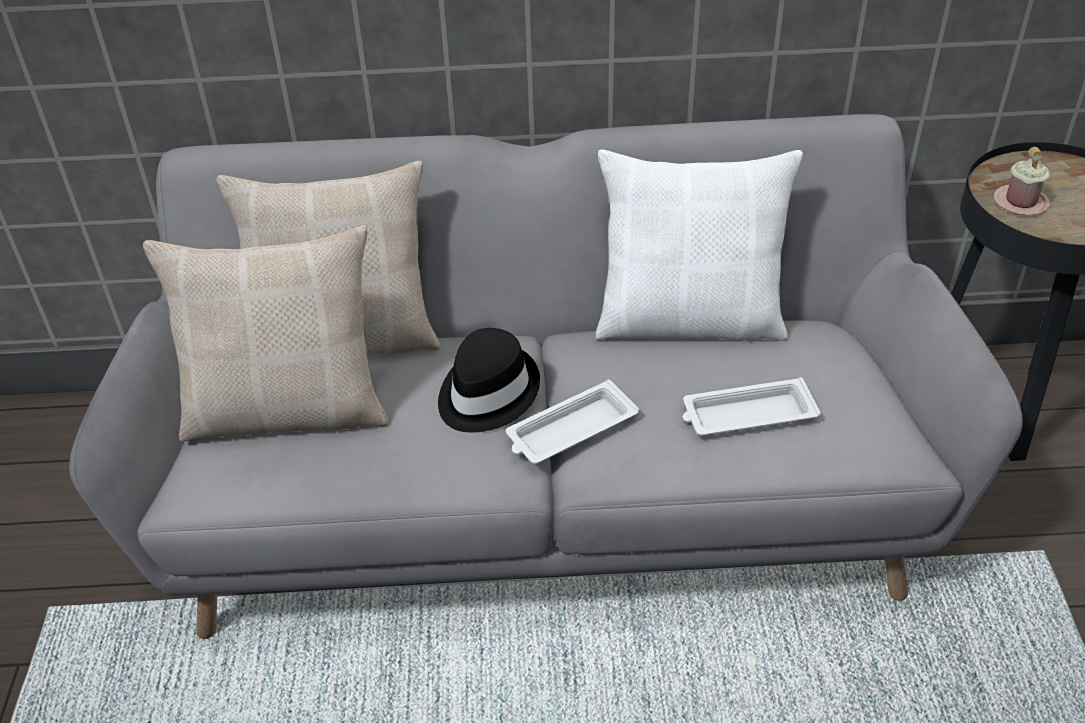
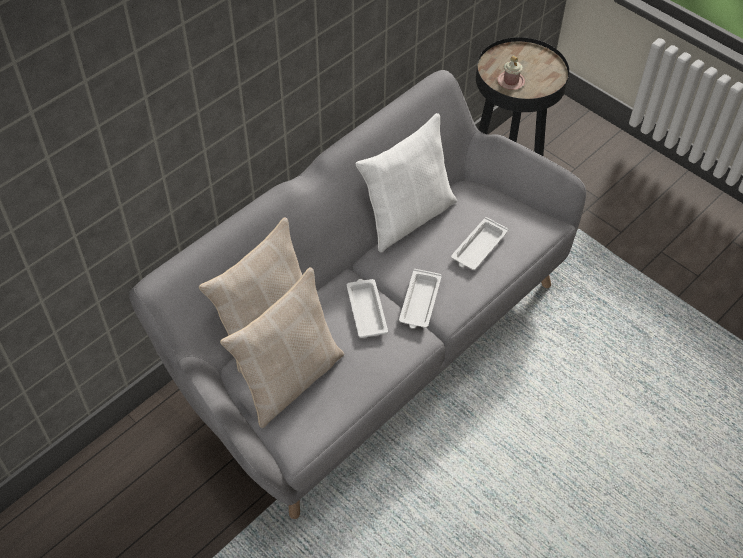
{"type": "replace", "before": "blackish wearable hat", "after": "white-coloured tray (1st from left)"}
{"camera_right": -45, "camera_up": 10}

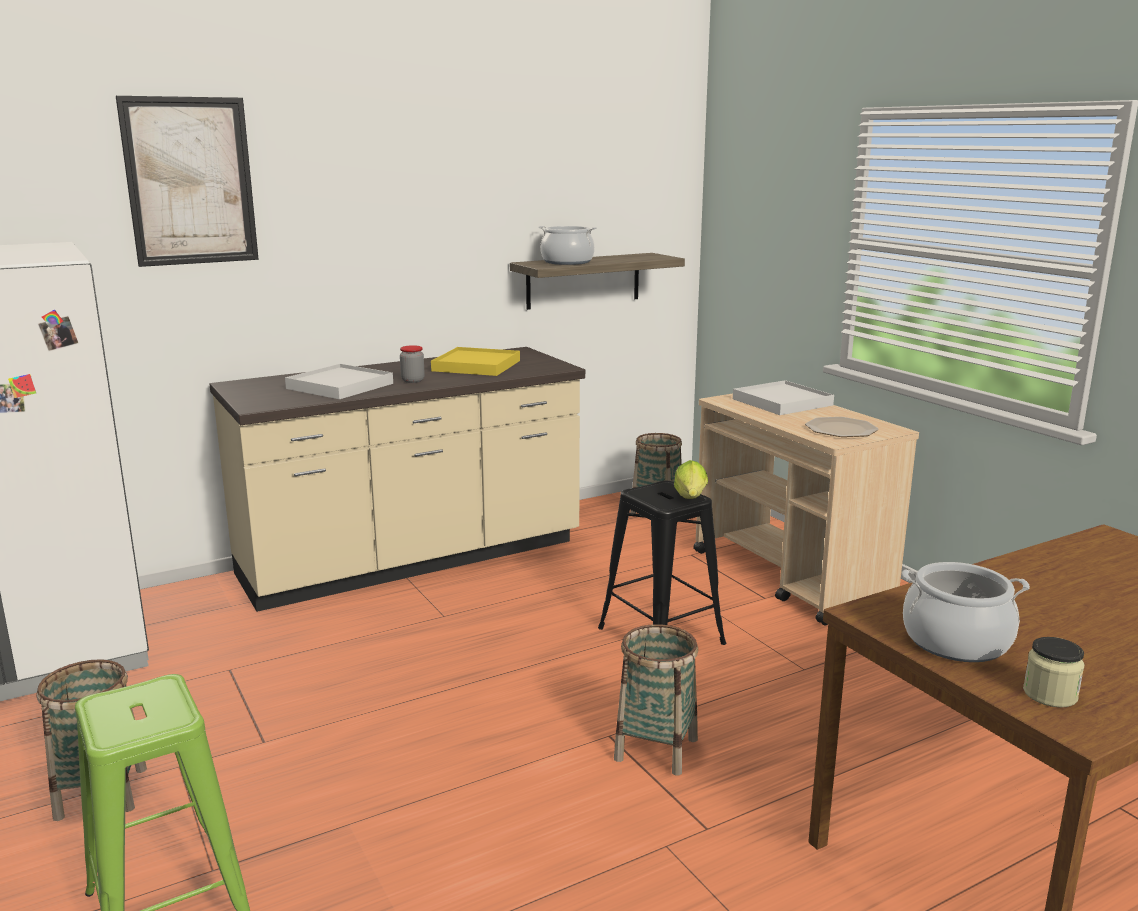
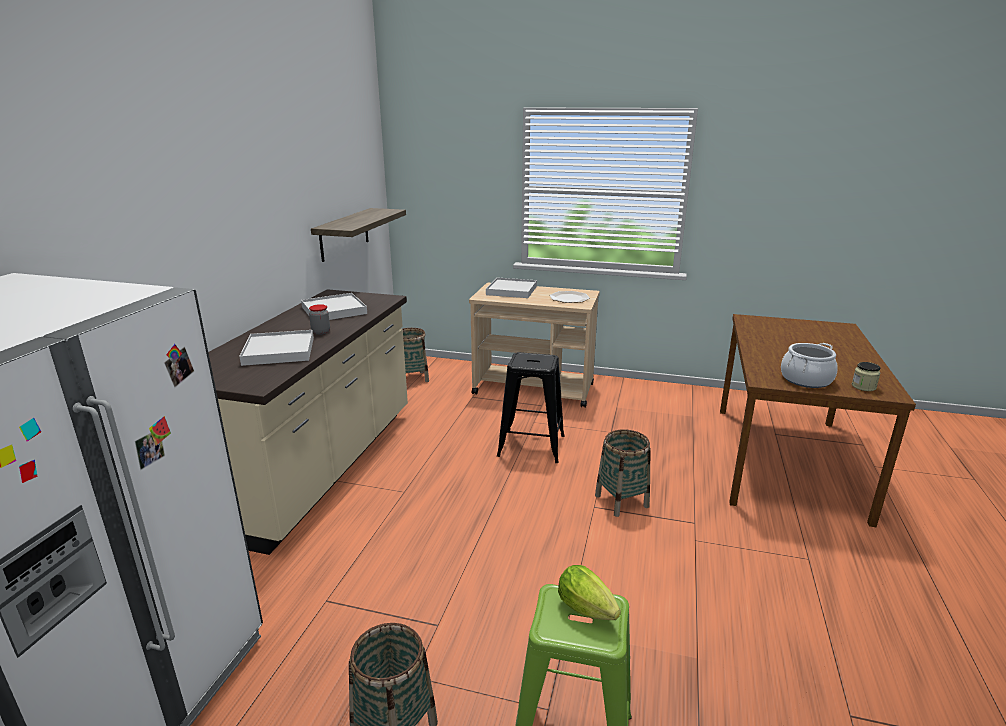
{"type": "delete", "before": "picture"}
{"type": "delete", "before": "cooking pot (1st from left)"}
{"type": "recolor", "before": "yellow-coloured tray", "after": "white-coloured tray (2nd from left)"}
{"type": "move", "before": "lettuce"}
{"camera_right": -45, "camera_up": 5}

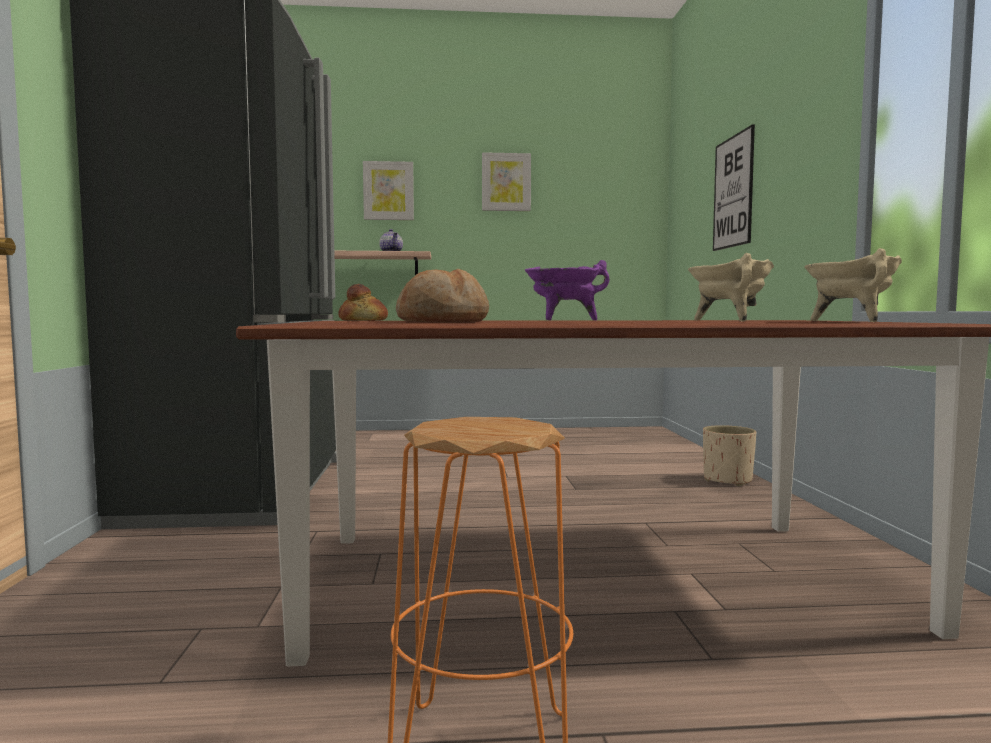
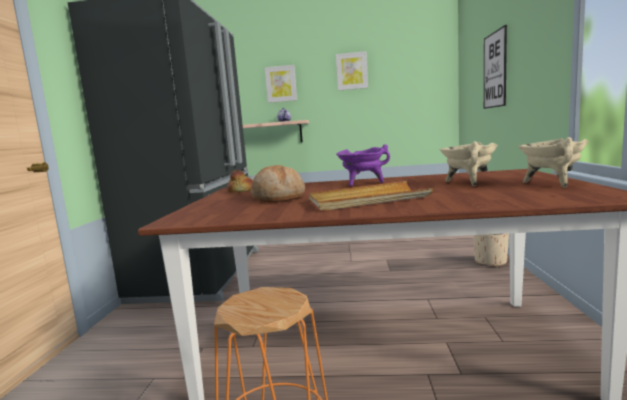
{"type": "insert", "after": "beige-coloured tray"}
{"camera_right": 10, "camera_up": 5}

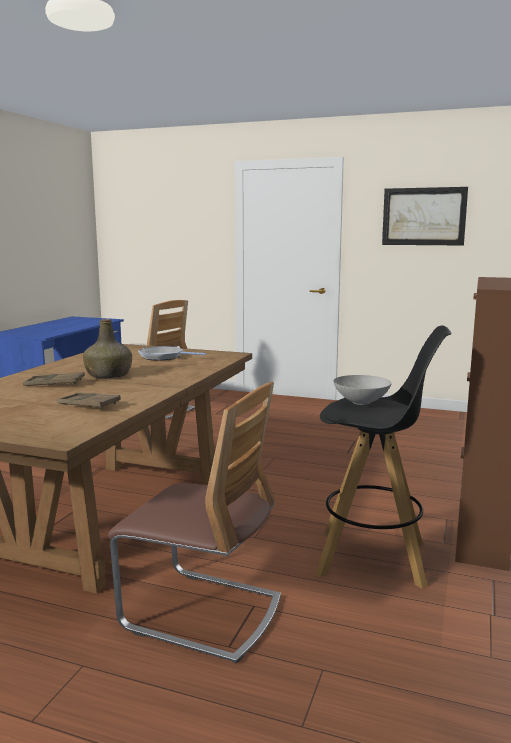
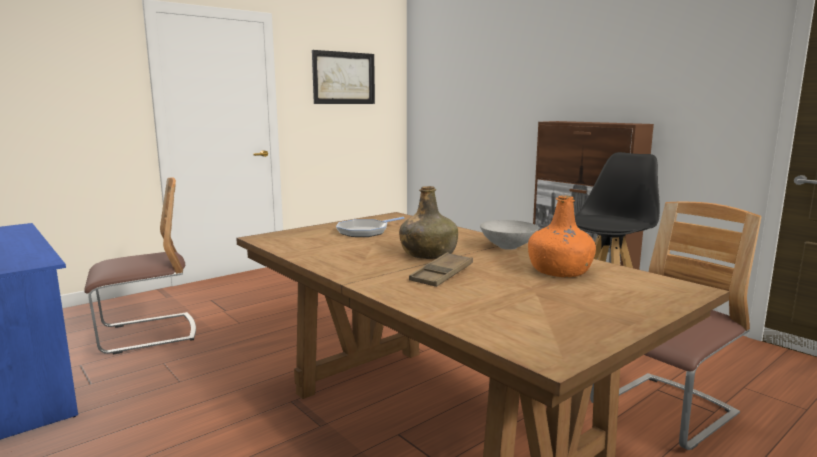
{"type": "move", "before": "grey bowl"}
{"type": "replace", "before": "brown tray (2nd from left)", "after": "orangey drink bottle"}
{"camera_right": -60, "camera_up": 0}

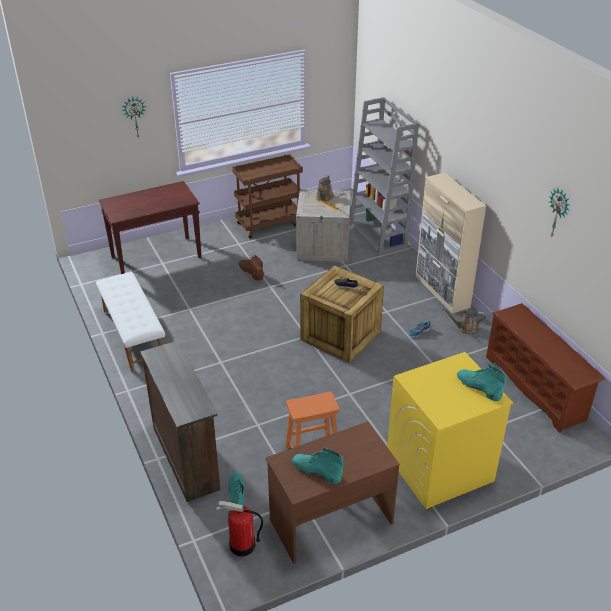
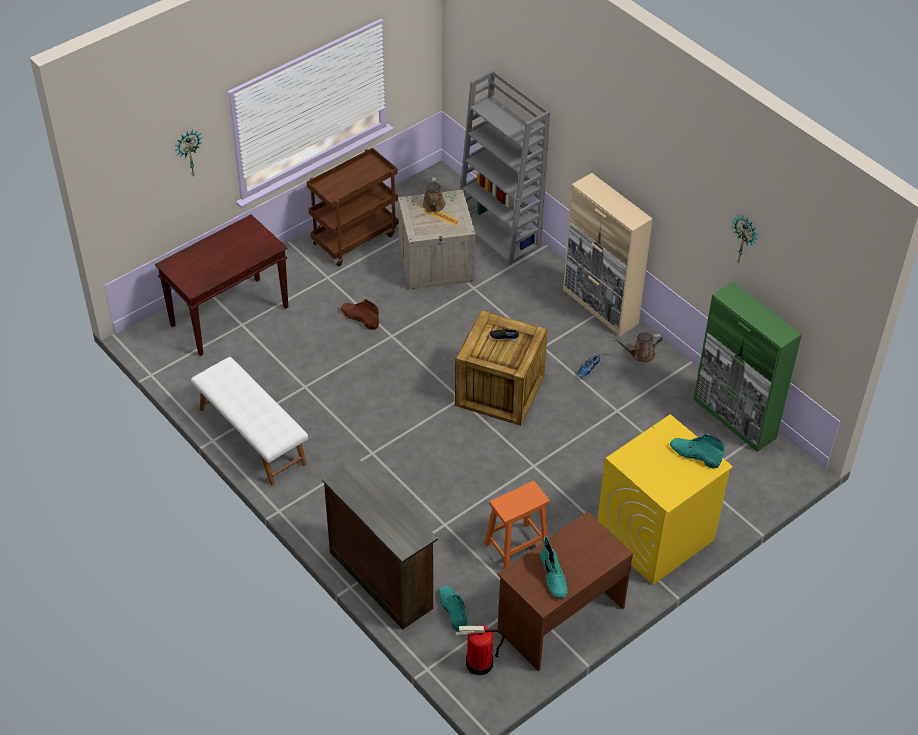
{"type": "replace", "before": "brown shoe rack", "after": "green cupboard"}
{"type": "rotate", "before": "turquoise boot (2nd from left)", "turn": -120}
{"camera_right": -15, "camera_up": 10}

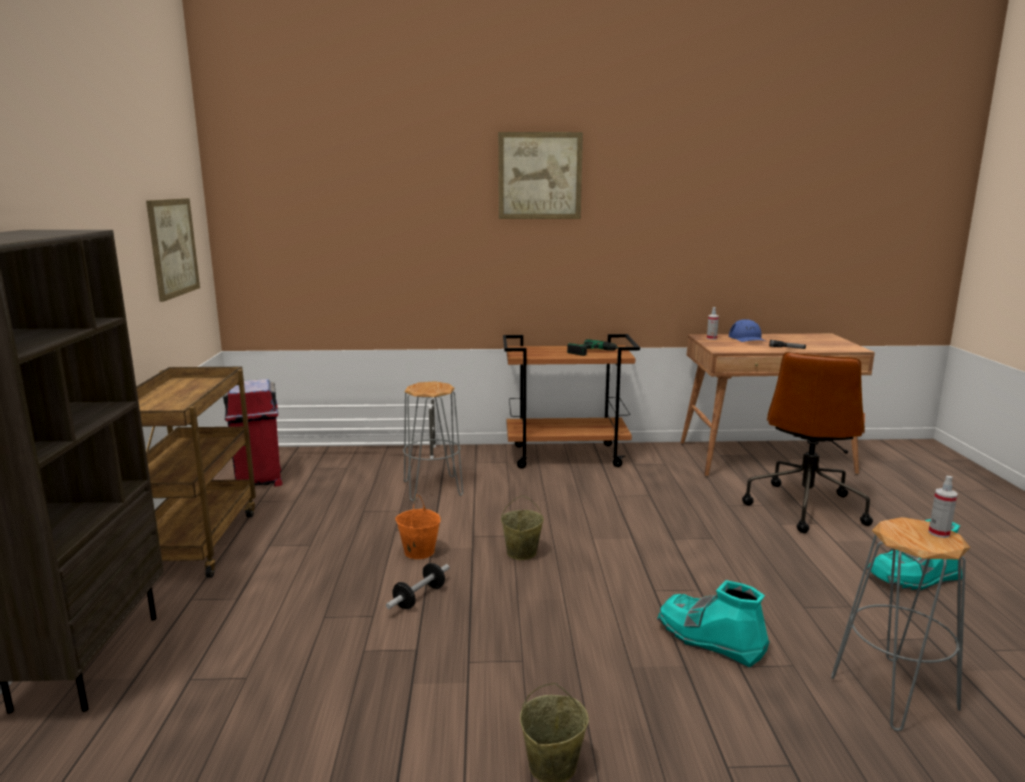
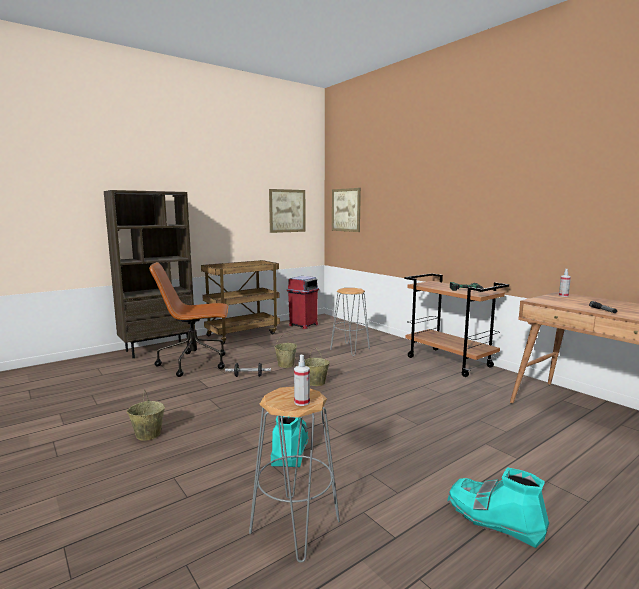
{"type": "move", "before": "picture (2nd from left)"}
{"type": "delete", "before": "blue baseball cap"}
{"type": "move", "before": "brown desk chair"}
{"type": "delete", "before": "white-coloured shoe rack"}
{"type": "recolor", "before": "orangey bucket", "after": "beige-coloured bucket (2nd from left)"}
{"camera_right": 55, "camera_up": -5}

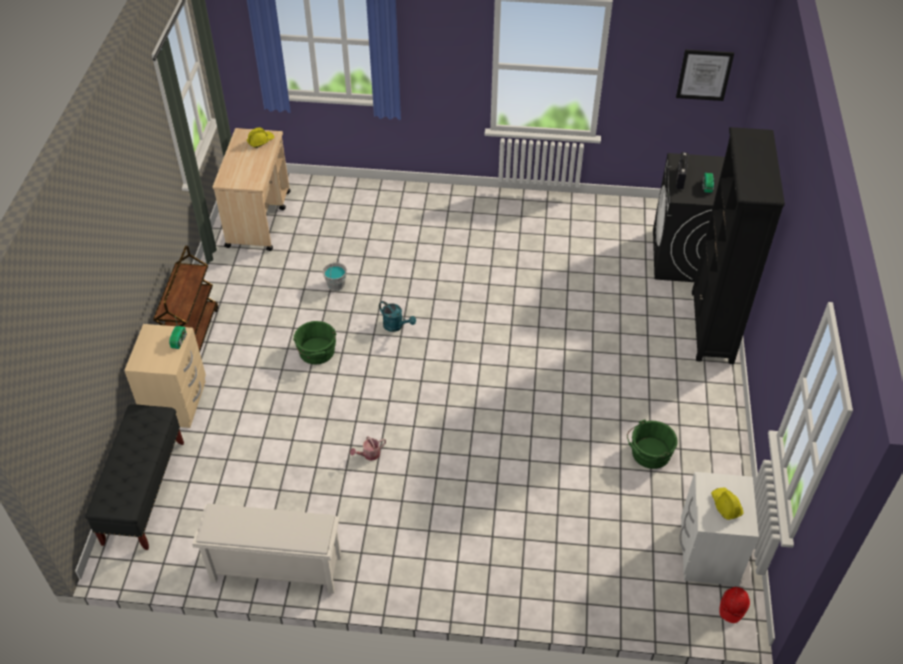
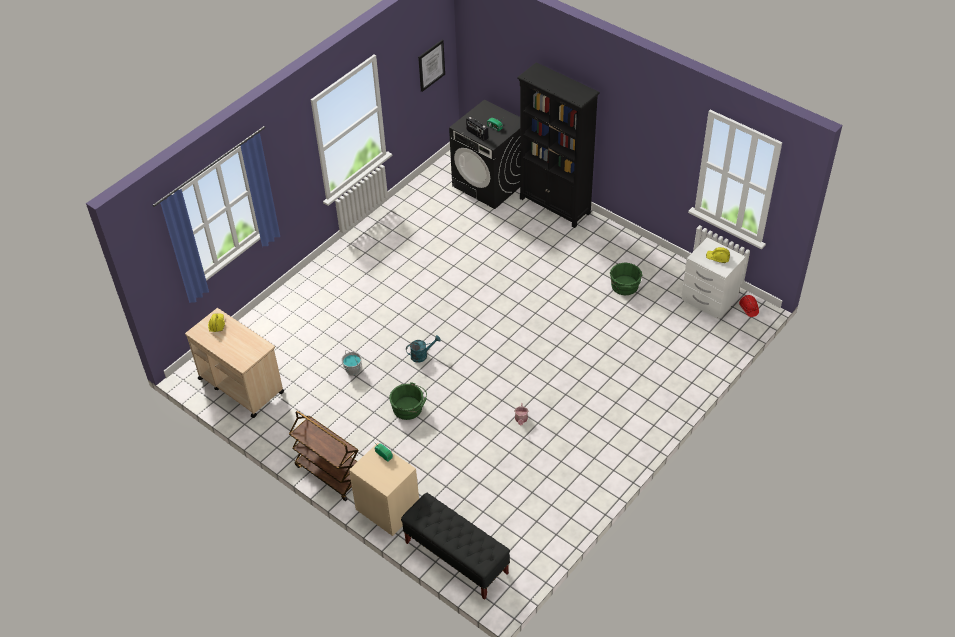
{"type": "delete", "before": "white-coloured shoe rack"}
{"camera_right": -55, "camera_up": 0}

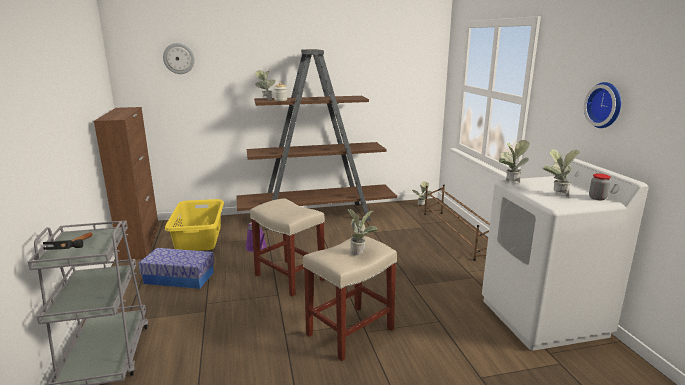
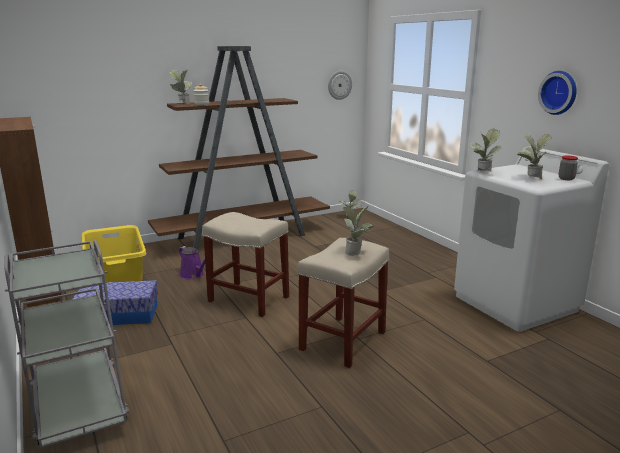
{"type": "move", "before": "wall clock (1st from left)"}
{"type": "delete", "before": "brown shoe rack"}
{"type": "delete", "before": "tool hammer"}
{"camera_right": -15, "camera_up": 0}

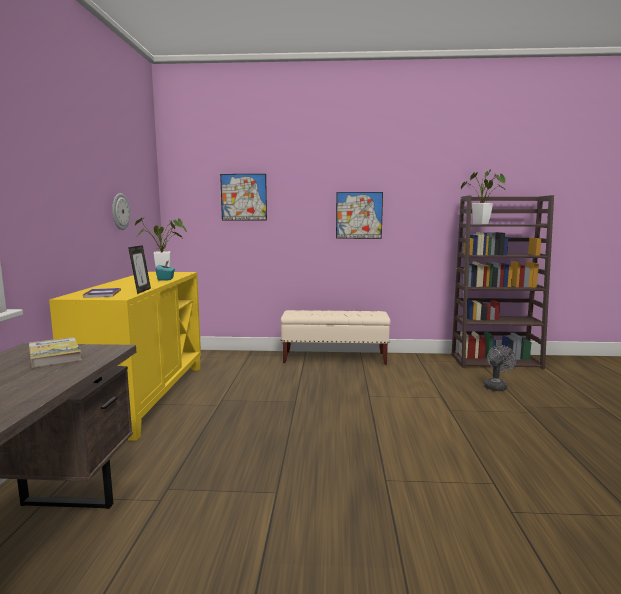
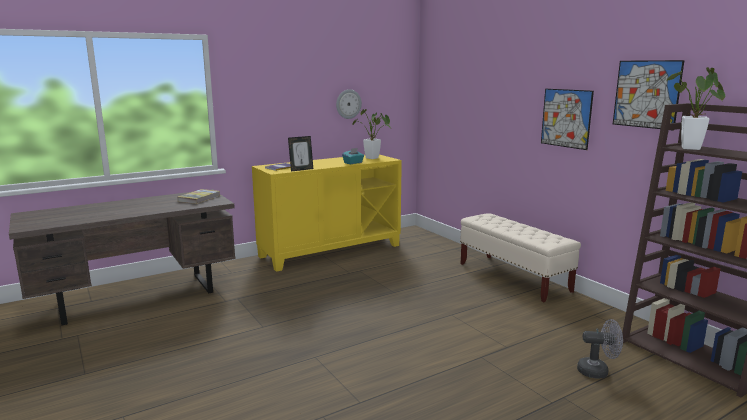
{"type": "move", "before": "picture (1st from left in the first image)", "after": "picture (2nd from left)"}
{"camera_right": 55, "camera_up": 5}

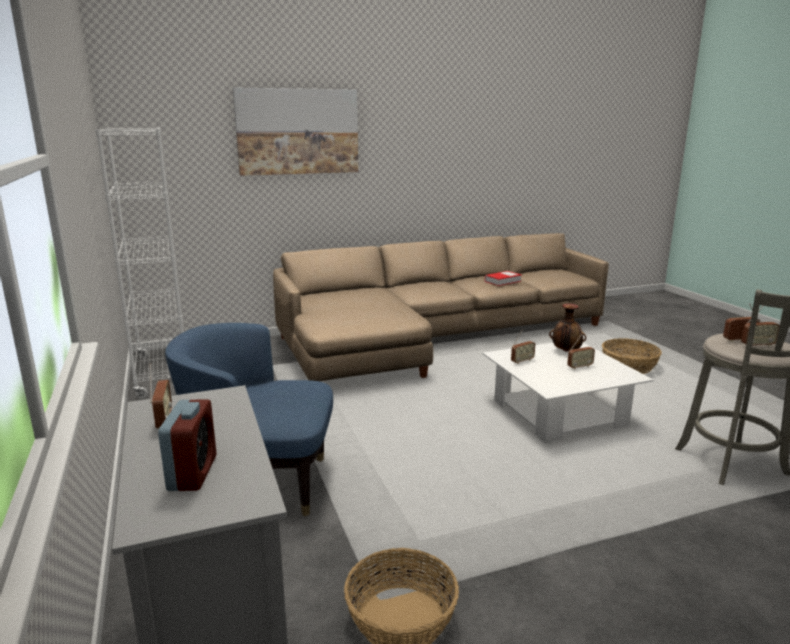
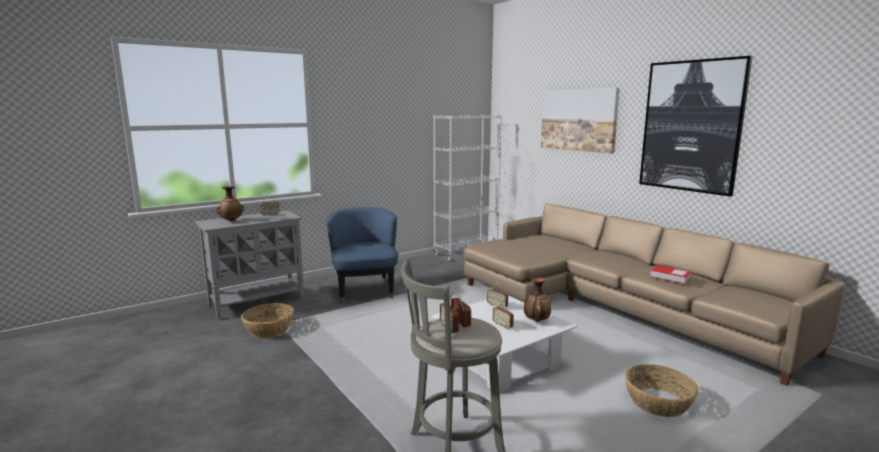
{"type": "replace", "before": "bedside clock", "after": "flower vase (1st from left)"}
{"type": "insert", "after": "picture (2nd from left)"}
{"camera_right": 75, "camera_up": -5}

